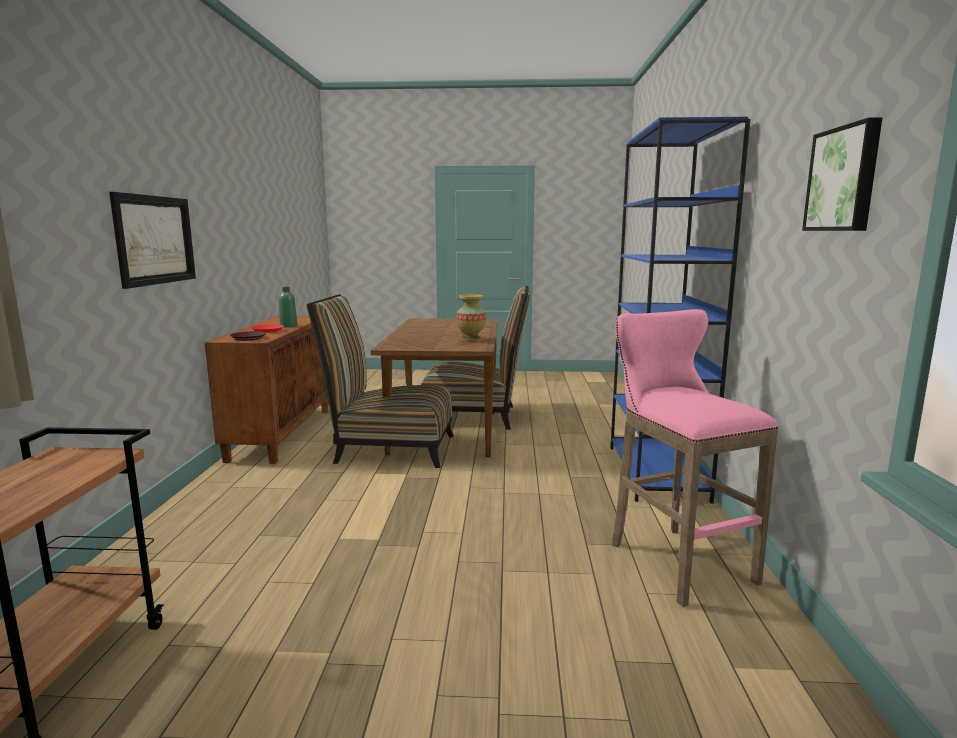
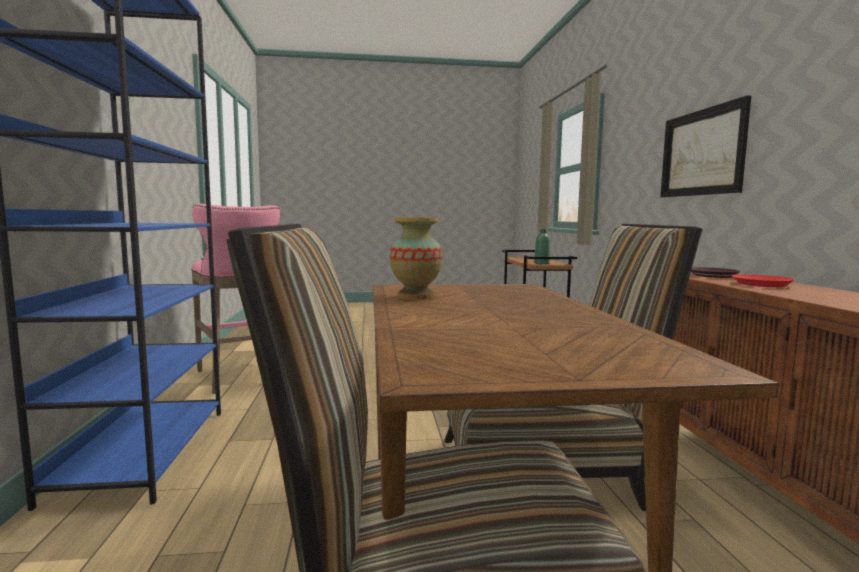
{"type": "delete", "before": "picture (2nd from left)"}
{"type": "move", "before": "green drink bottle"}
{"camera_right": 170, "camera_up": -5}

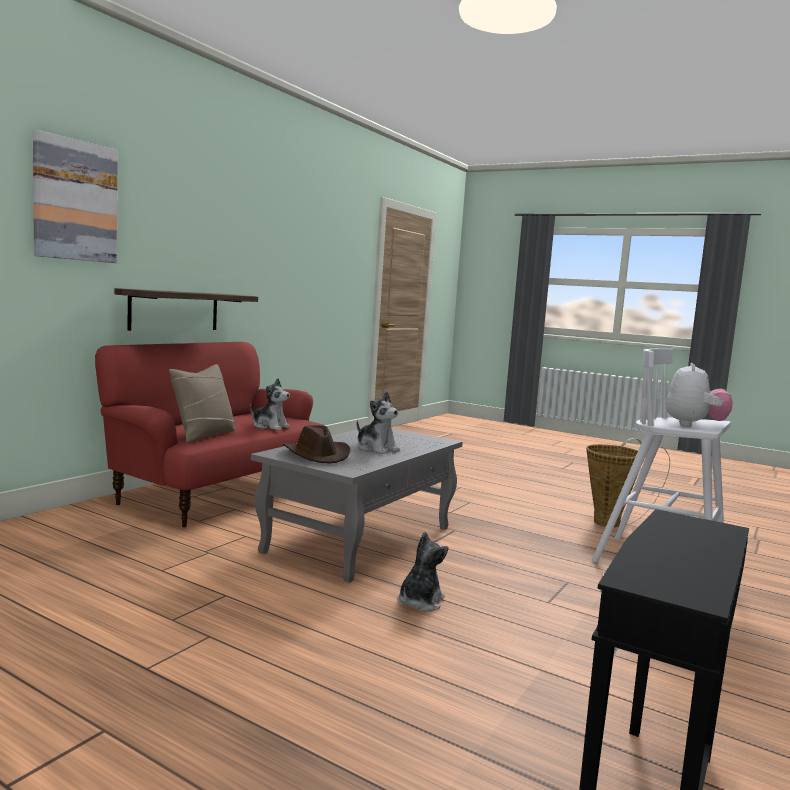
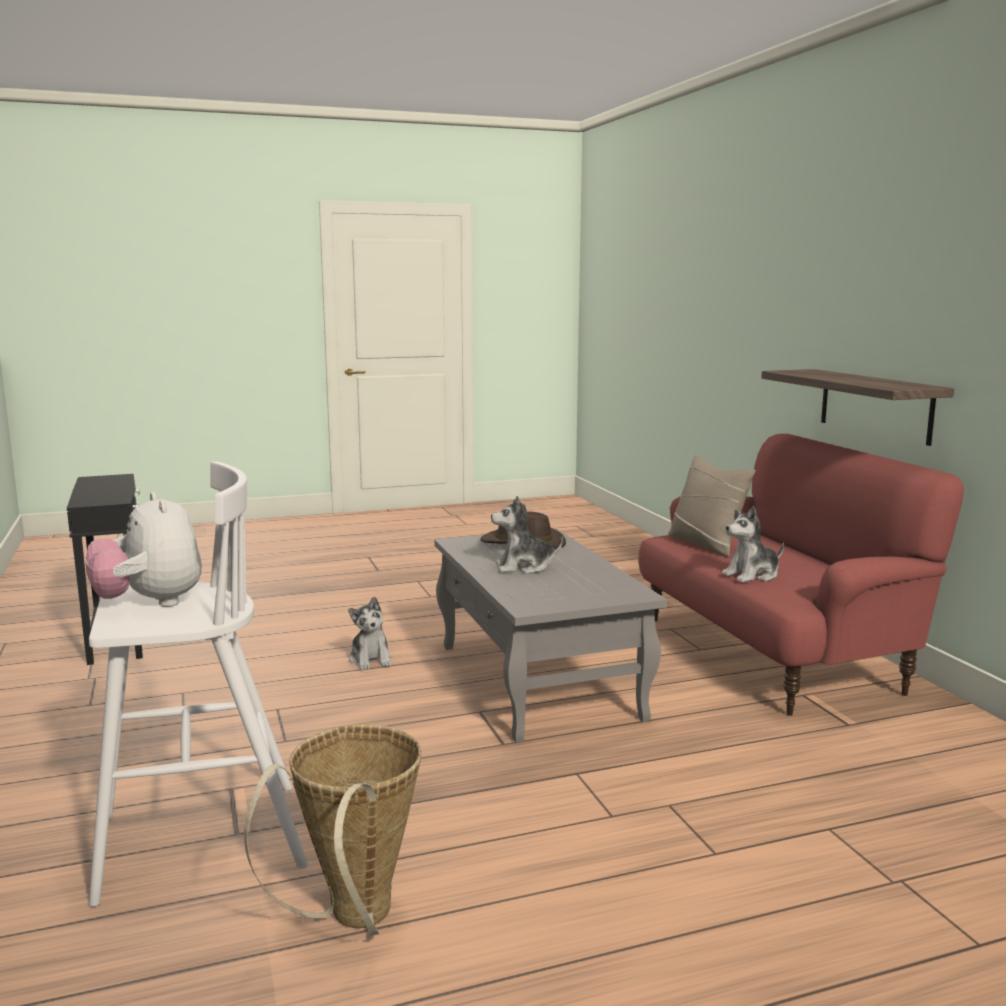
{"type": "delete", "before": "picture"}
{"camera_right": 130, "camera_up": 5}

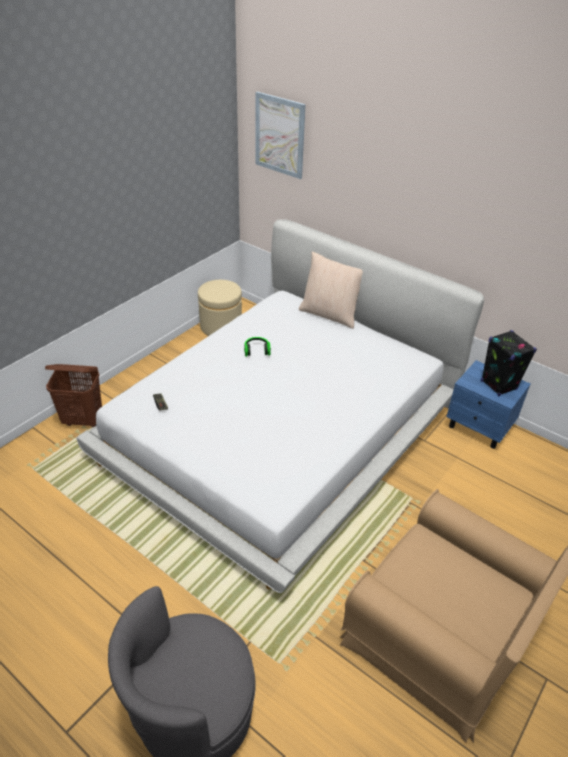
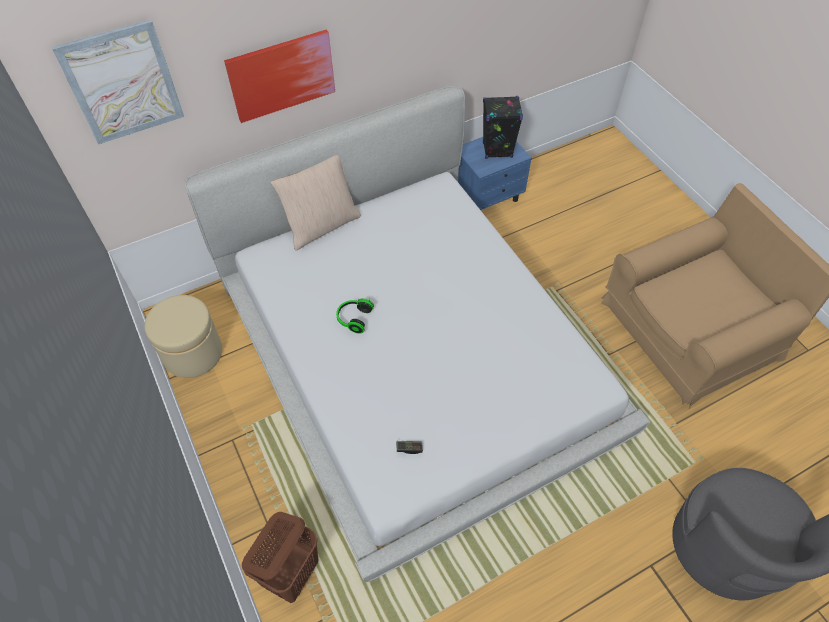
{"type": "insert", "after": "picture (2nd from left)"}
{"camera_right": -65, "camera_up": 15}

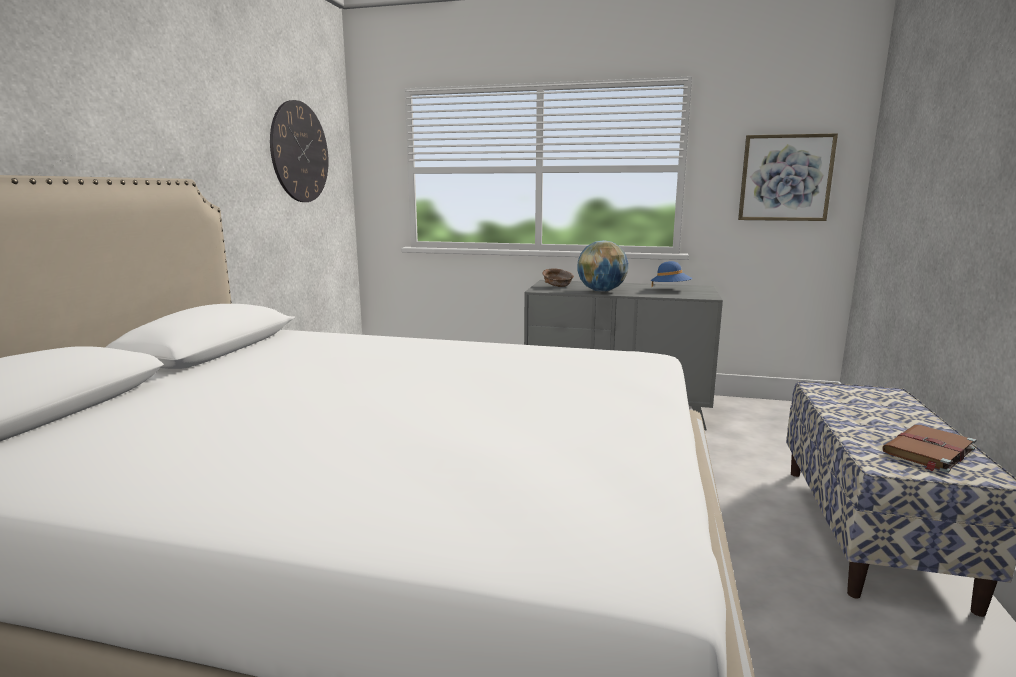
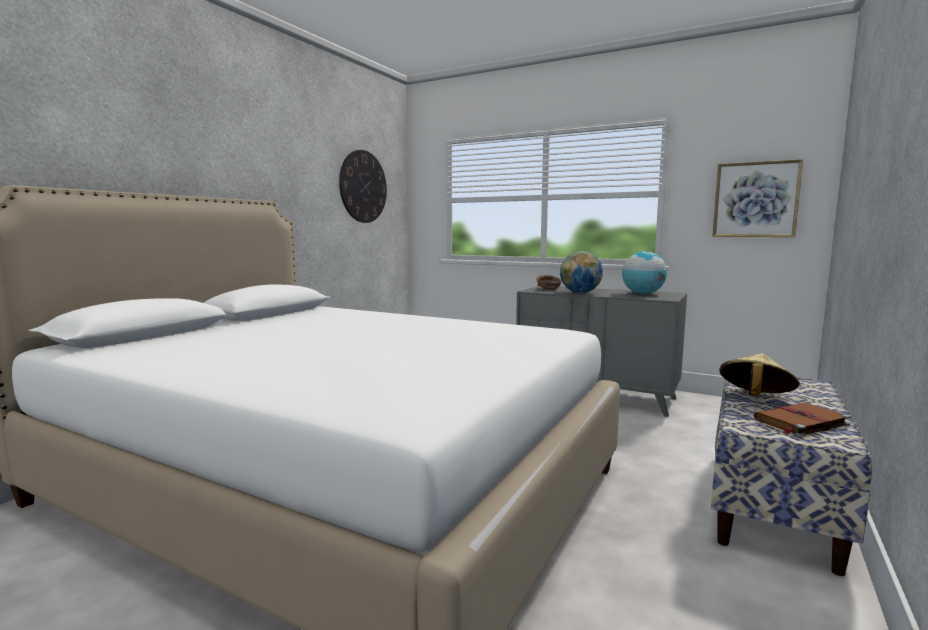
{"type": "replace", "before": "blue wearable hat", "after": "world globe (2nd from left)"}
{"type": "insert", "after": "beige-coloured wearable hat"}
{"camera_right": 15, "camera_up": -5}

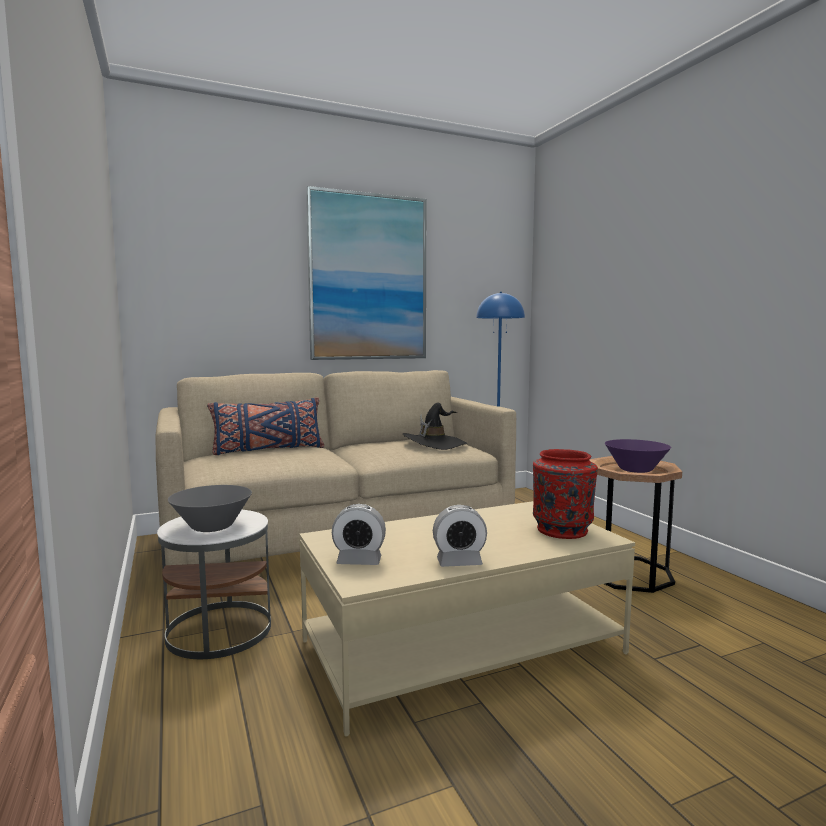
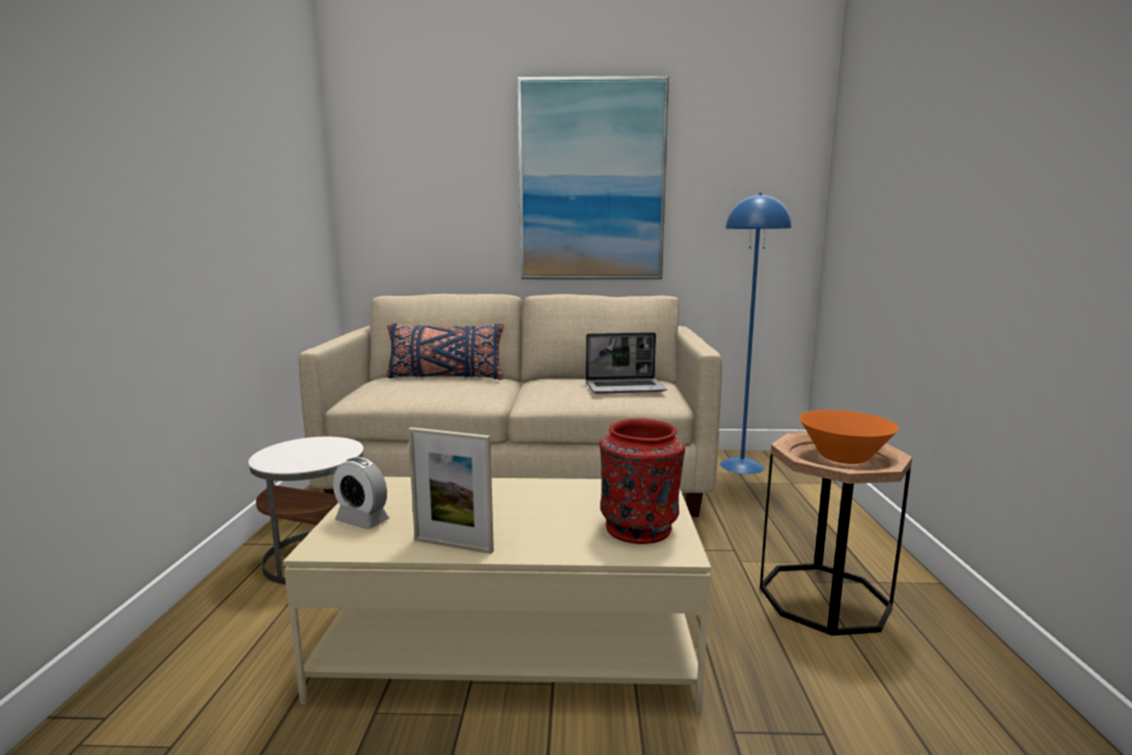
{"type": "replace", "before": "blackish wearable hat", "after": "notebook computer"}
{"type": "recolor", "before": "purple-coloured bowl", "after": "orangey bowl"}
{"type": "delete", "before": "grey bowl"}
{"type": "replace", "before": "bedside clock (2nd from left)", "after": "standing frame"}
{"camera_right": 25, "camera_up": 5}

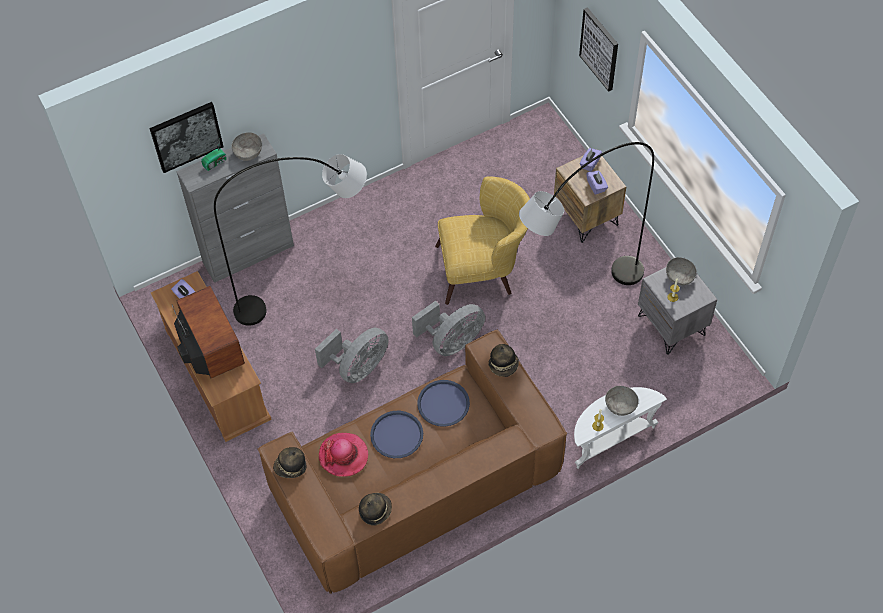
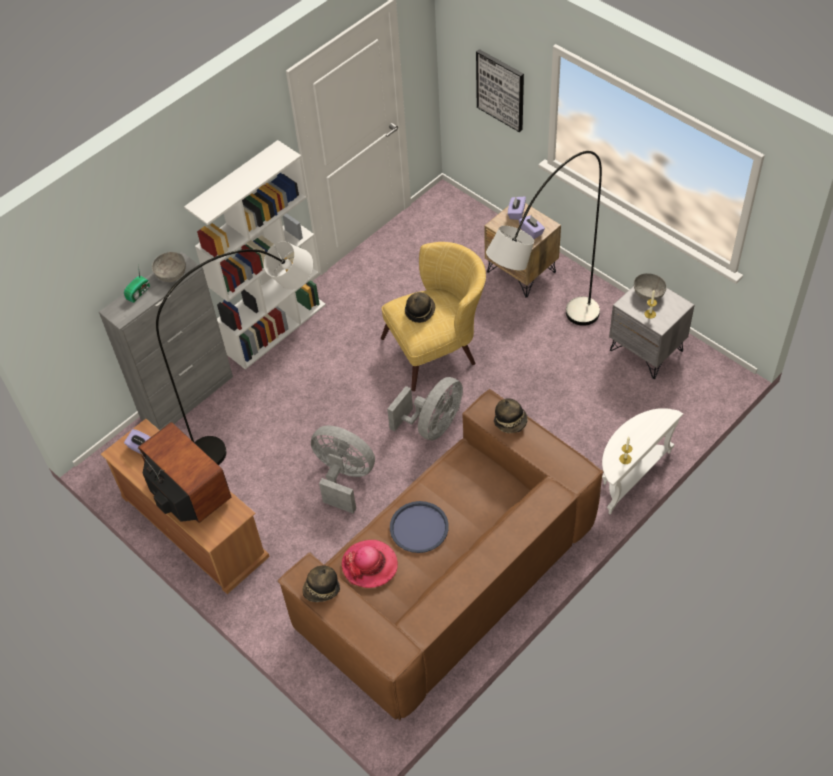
{"type": "delete", "before": "picture (1st from left)"}
{"type": "rotate", "before": "grey electric fan (1st from left)", "turn": -90}
{"type": "delete", "before": "blue tray (2nd from left)"}
{"type": "delete", "before": "grey bowl (2nd from left)"}
{"type": "move", "before": "wearable hat (3rd from left)"}
{"type": "insert", "after": "white-coloured bookshelf"}
{"camera_right": -15, "camera_up": -5}

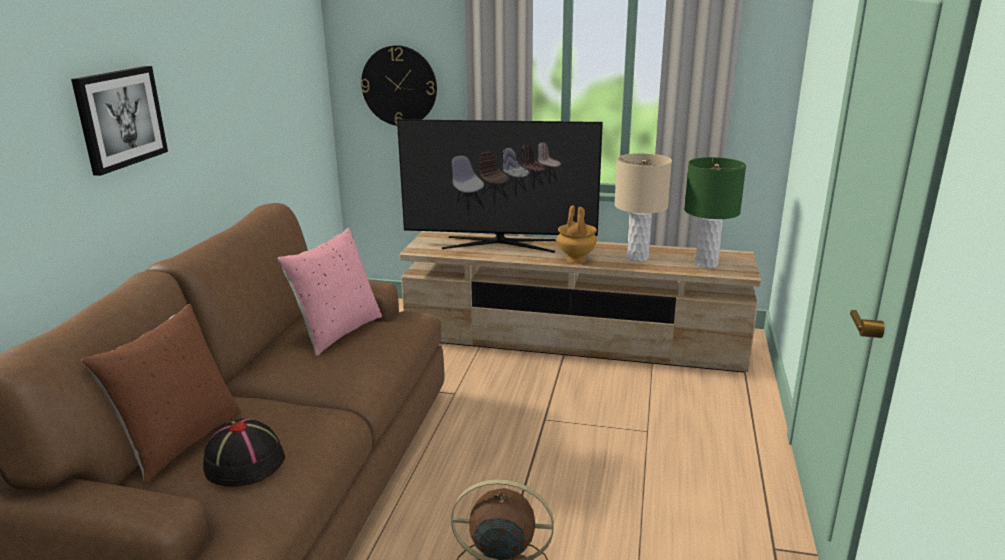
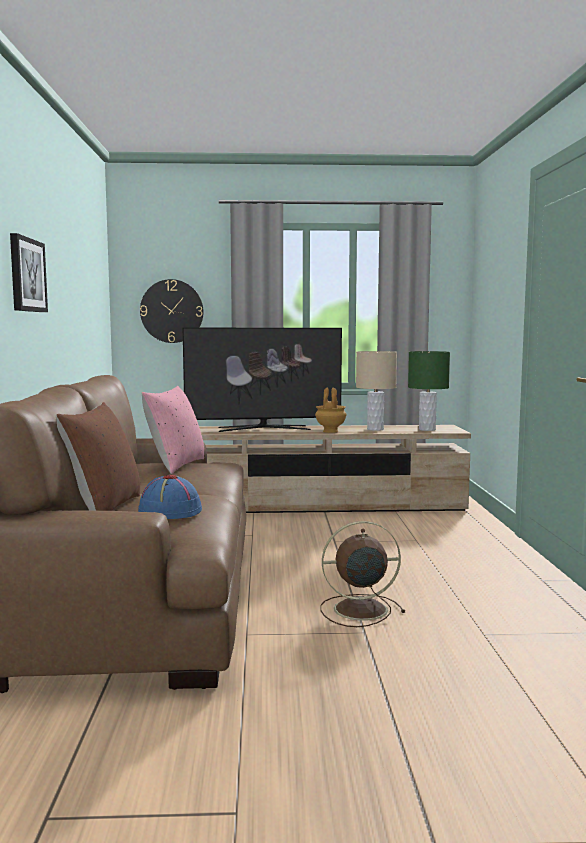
{"type": "recolor", "before": "blackish wearable hat", "after": "blue wearable hat"}
{"camera_right": -15, "camera_up": -15}

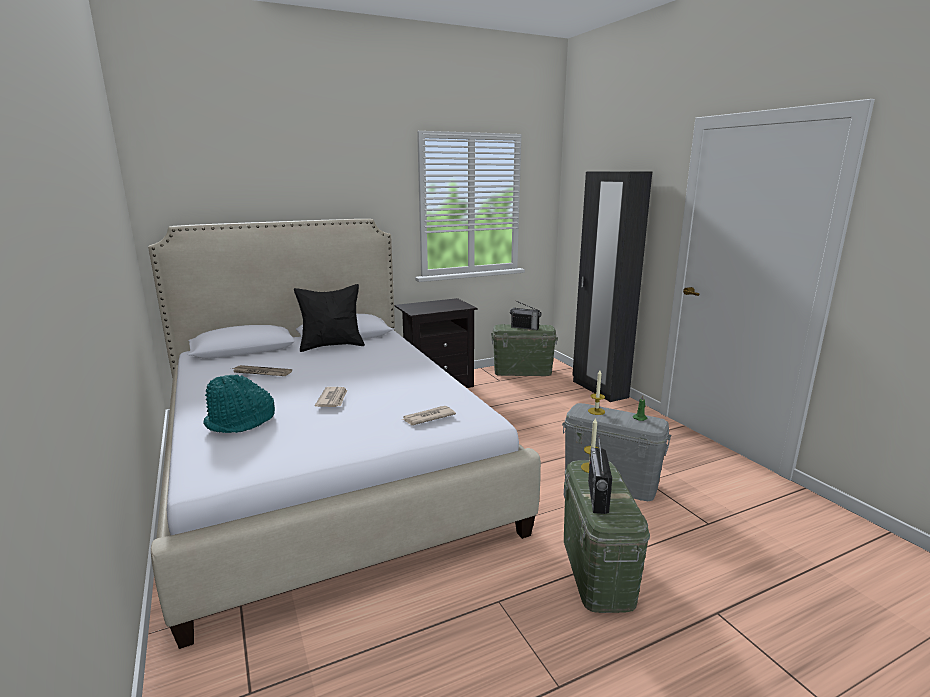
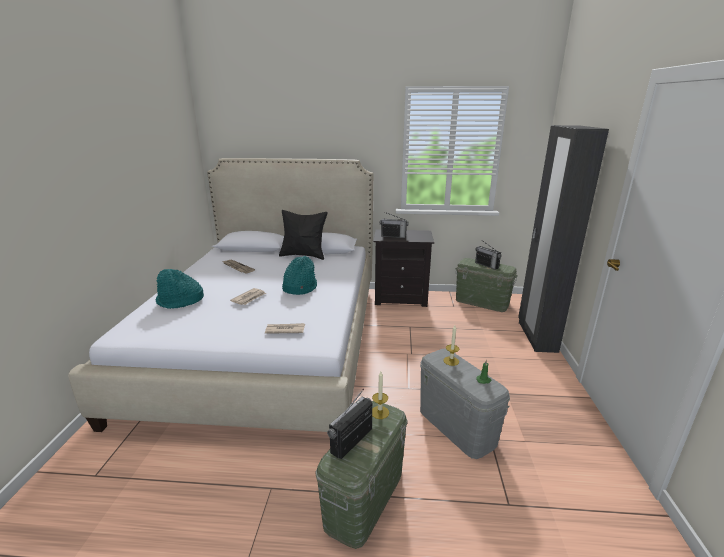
{"type": "insert", "after": "radio set (2nd from left)"}
{"type": "insert", "after": "turquoise wearable hat (2nd from left)"}
{"camera_right": 30, "camera_up": 5}

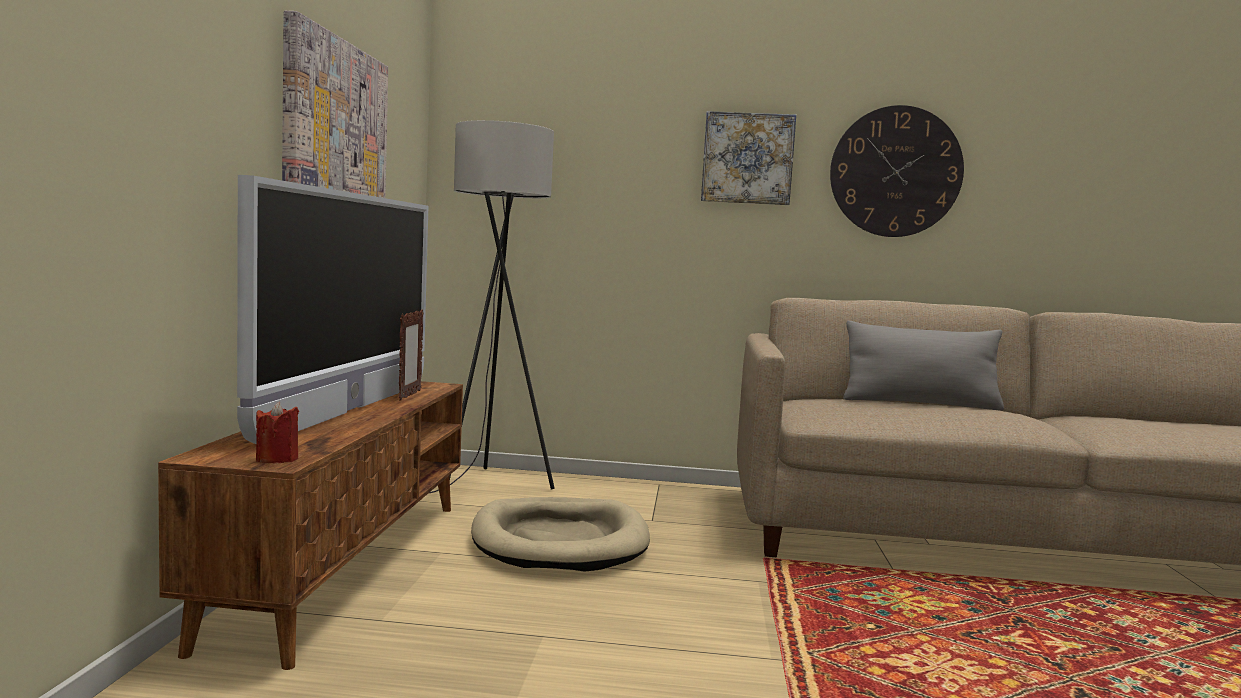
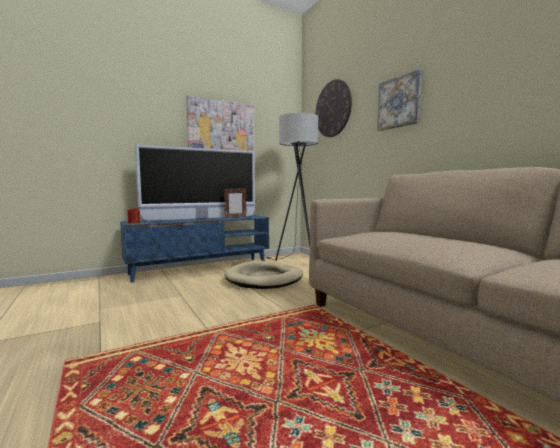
{"type": "move", "before": "wall clock"}
{"type": "delete", "before": "grey throw pillow"}
{"type": "recolor", "before": "brown tv unit", "after": "blue tv unit"}
{"camera_right": 55, "camera_up": 0}

